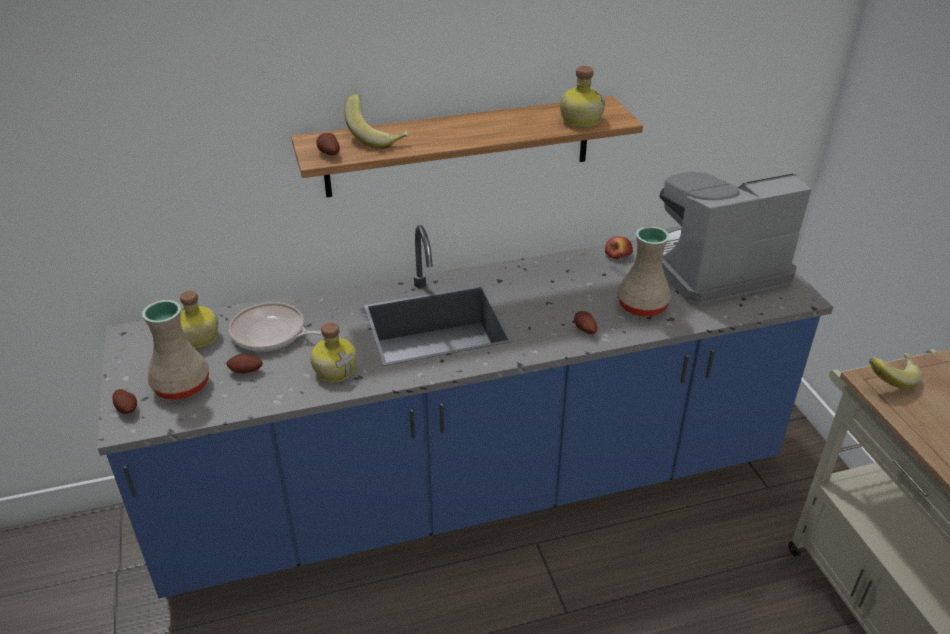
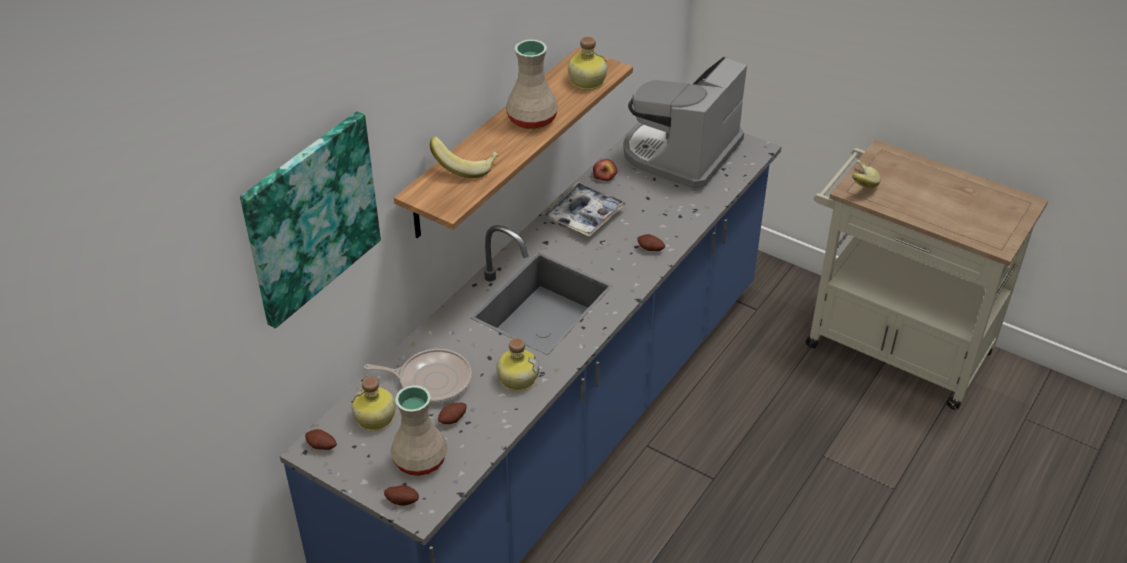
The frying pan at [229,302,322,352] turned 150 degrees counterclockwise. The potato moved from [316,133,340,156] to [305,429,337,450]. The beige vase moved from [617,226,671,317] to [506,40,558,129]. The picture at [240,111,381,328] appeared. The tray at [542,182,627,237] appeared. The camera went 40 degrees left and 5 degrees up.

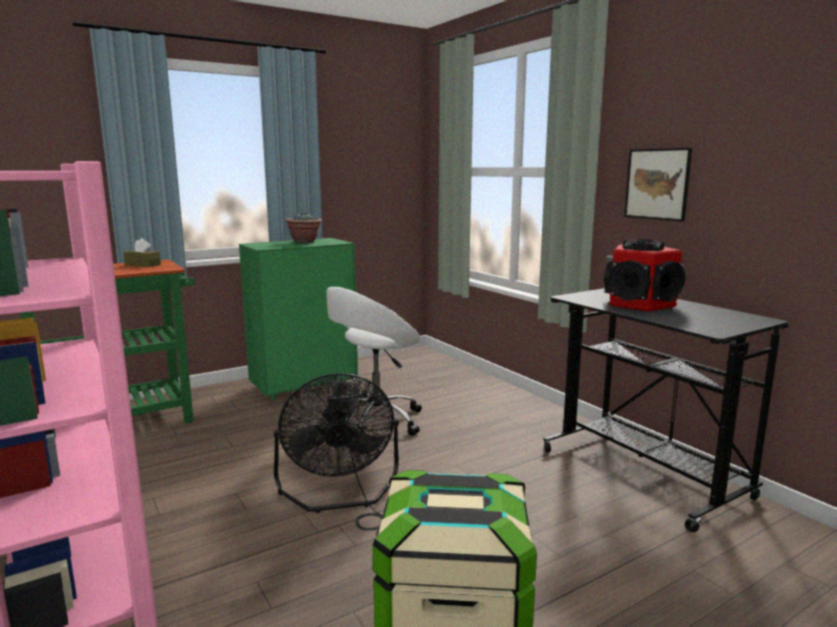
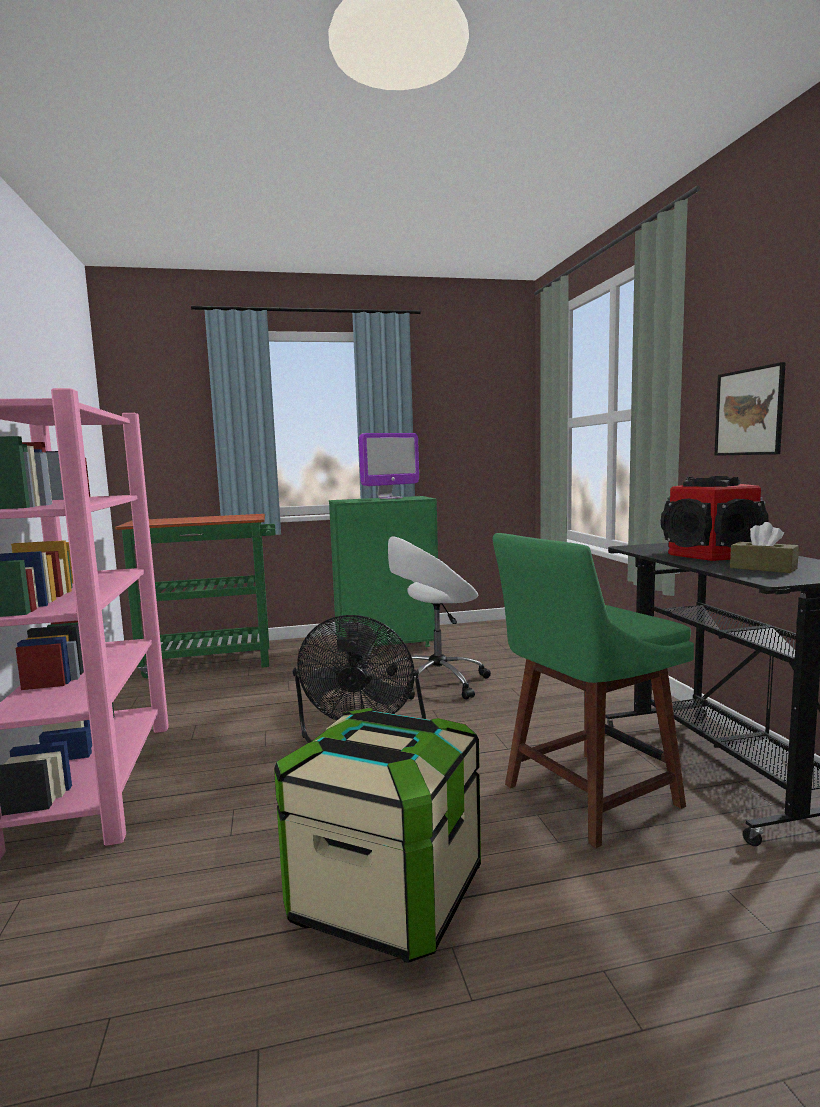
The brown tissue box moved from [123,238,161,267] to [730,522,799,573]. The potted plant at [285,212,322,243] was replaced by the monitor at [359,433,419,499]. The green stool at [493,533,694,848] appeared. The camera went 20 degrees right and 5 degrees down.

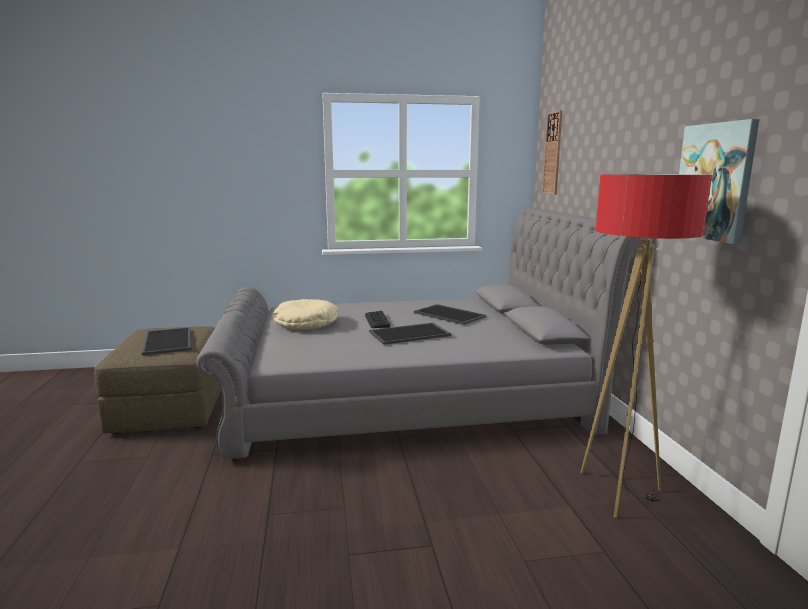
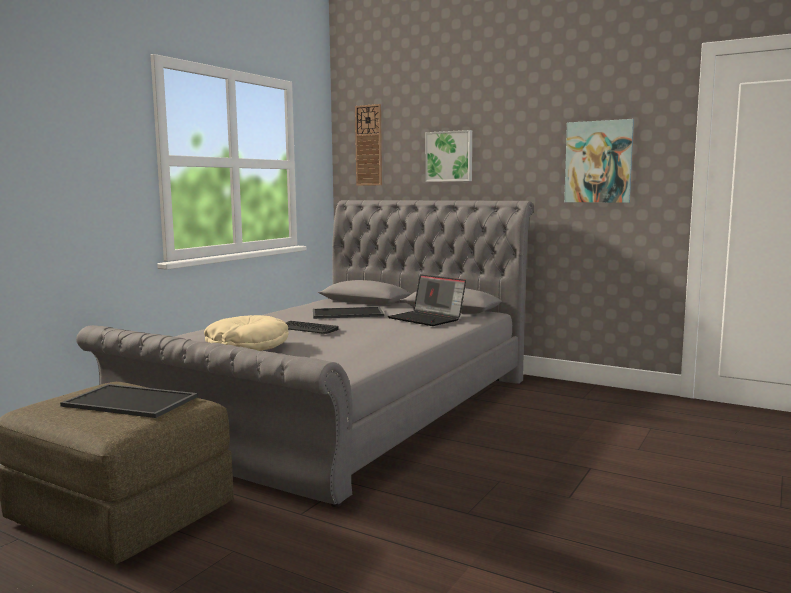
The tray at [369,323,451,345] disappeared. The floor lamp at [581,174,712,518] disappeared. The laptop at [388,274,466,326] appeared. The picture at [425,130,472,182] appeared. The camera went 50 degrees left and 5 degrees down.

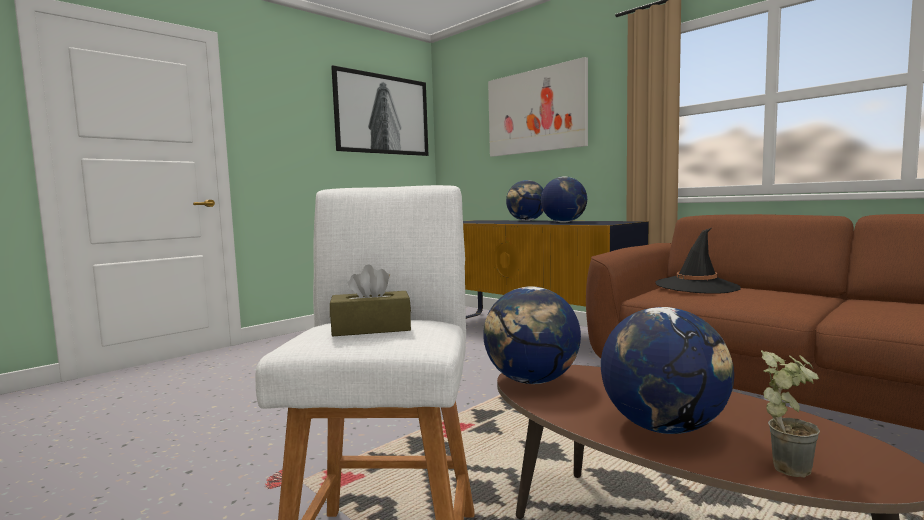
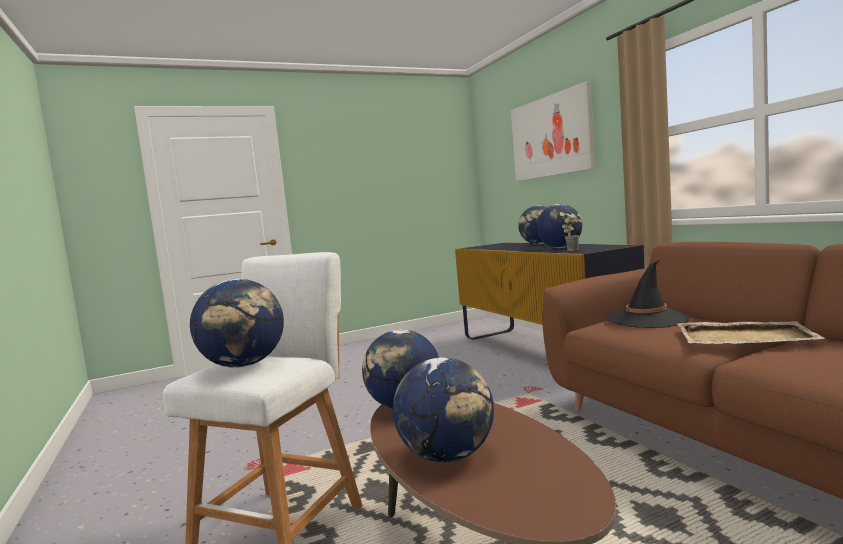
The brown tissue box at [330,264,411,336] was replaced by the globe at [190,279,284,368]. The picture at [331,65,429,156] disappeared. The potted plant moved from [761,350,820,477] to [559,212,582,251]. The beige tray at [678,321,826,344] appeared. The camera went 20 degrees right and 0 degrees up.

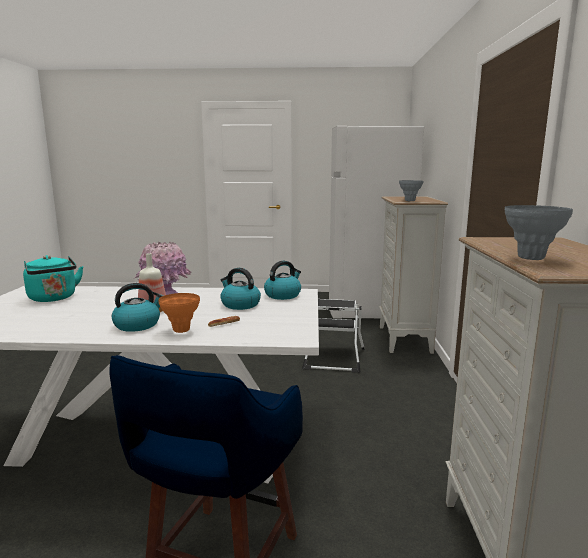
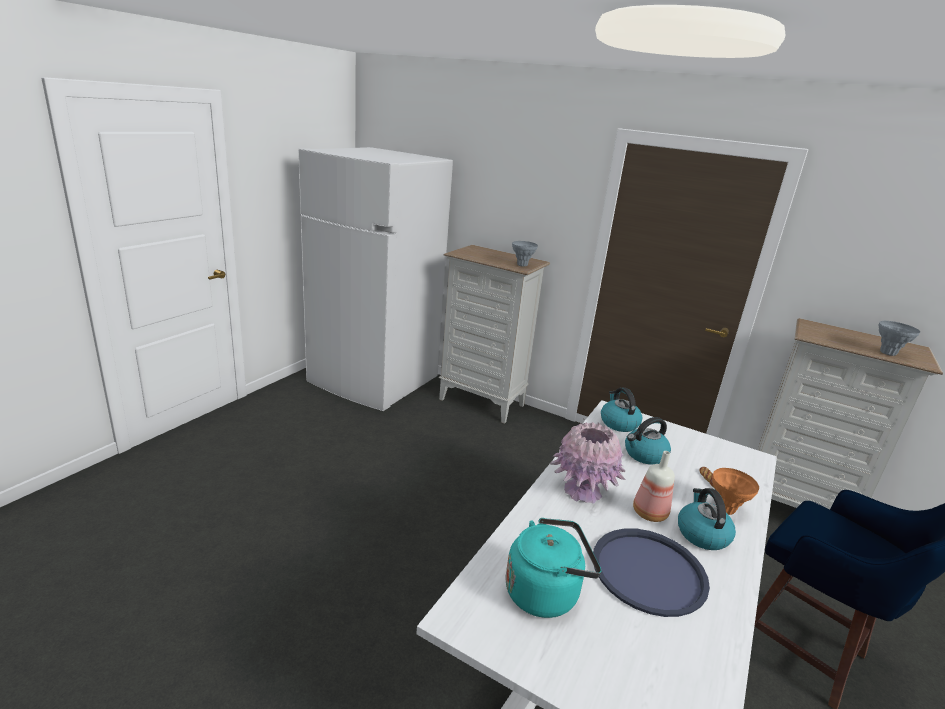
The step ladder at [302,299,365,373] disappeared. The blue tray at [593,528,710,617] appeared. The camera went 65 degrees left and 10 degrees up.

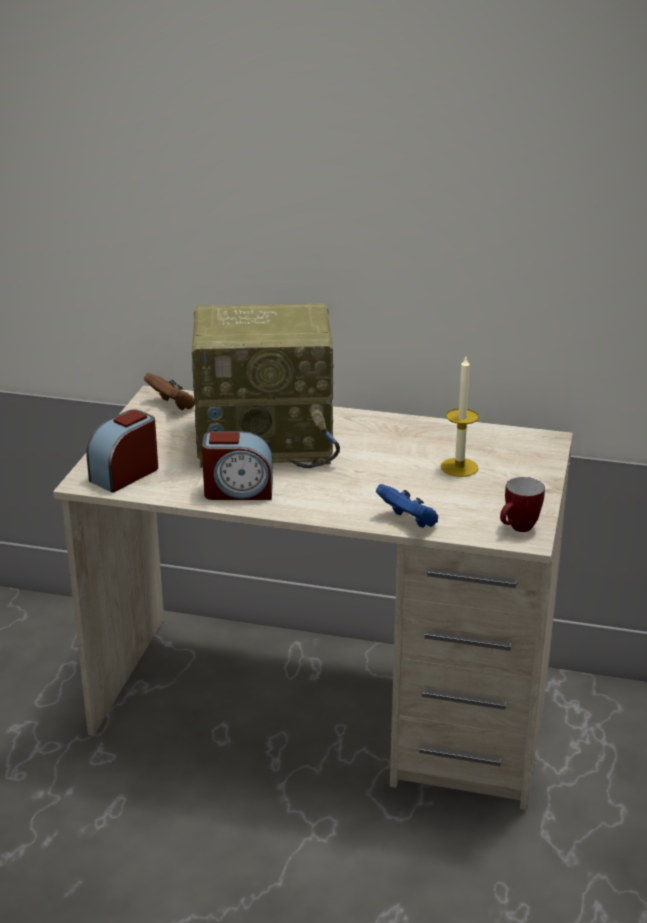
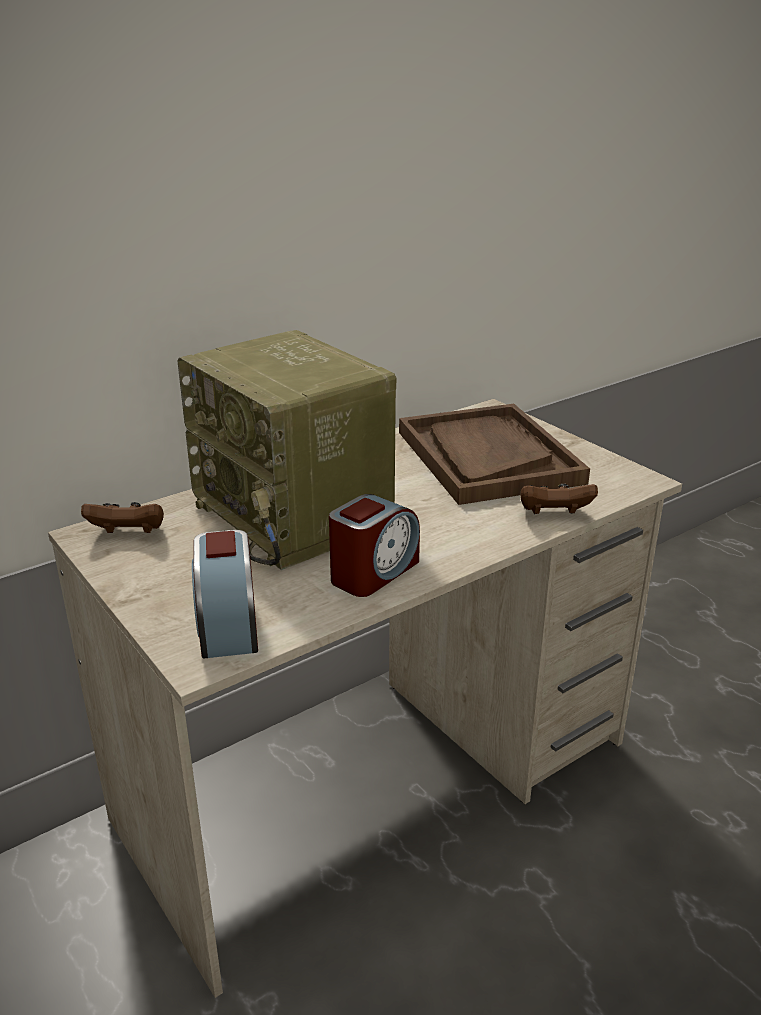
The radio at [192,303,340,468] turned 105 degrees clockwise. The blue game controller at [376,484,438,528] became the brown game controller at [520,484,598,514]. The candle at [441,357,479,477] was replaced by the brown tray at [399,404,590,505]. The mug at [500,477,545,532] disappeared. The camera went 50 degrees left and 0 degrees up.

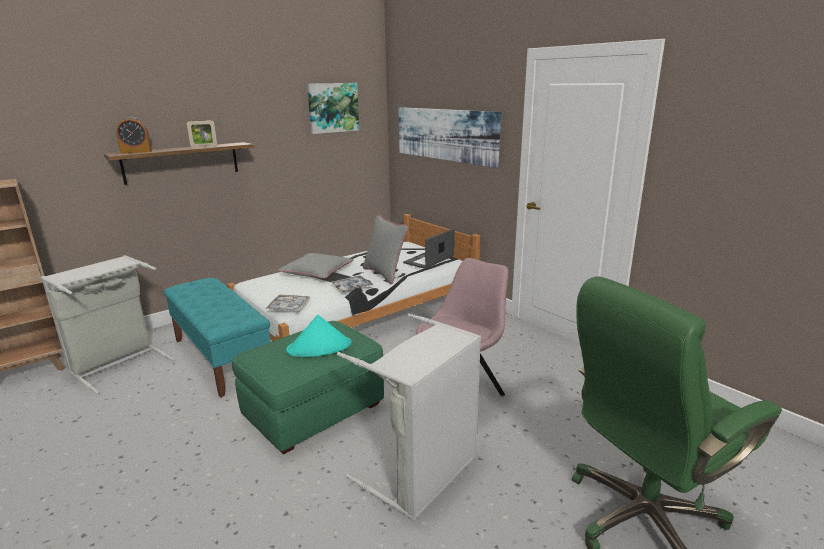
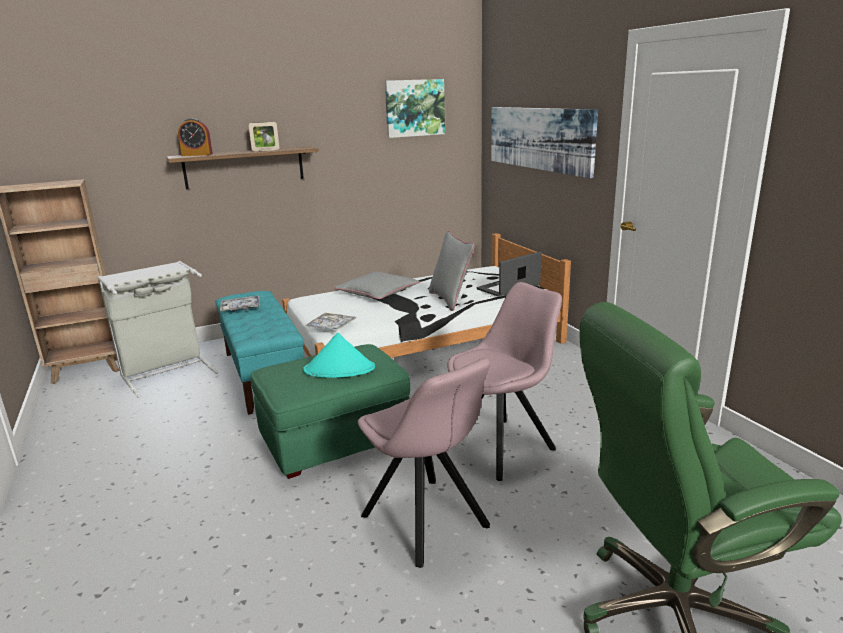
The tray moved from [331,275,373,292] to [220,296,260,312]. The grey laundry basket at [337,313,481,521] was replaced by the pink chair at [357,358,490,568]. The camera went 15 degrees right and 0 degrees up.

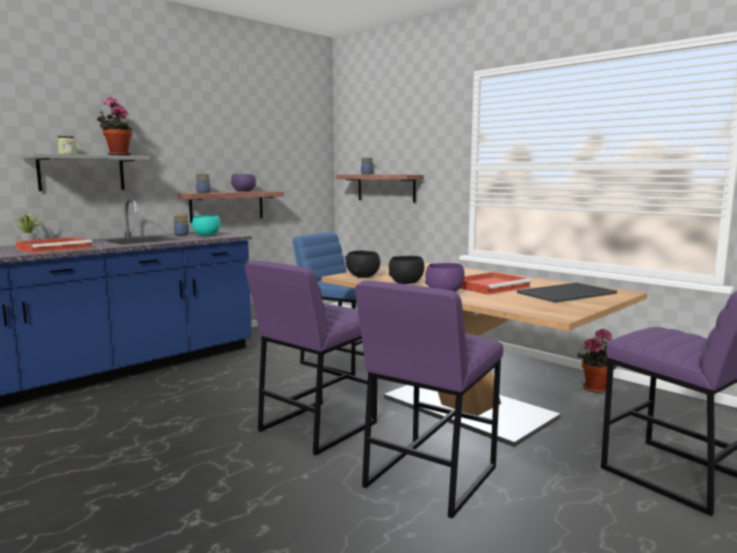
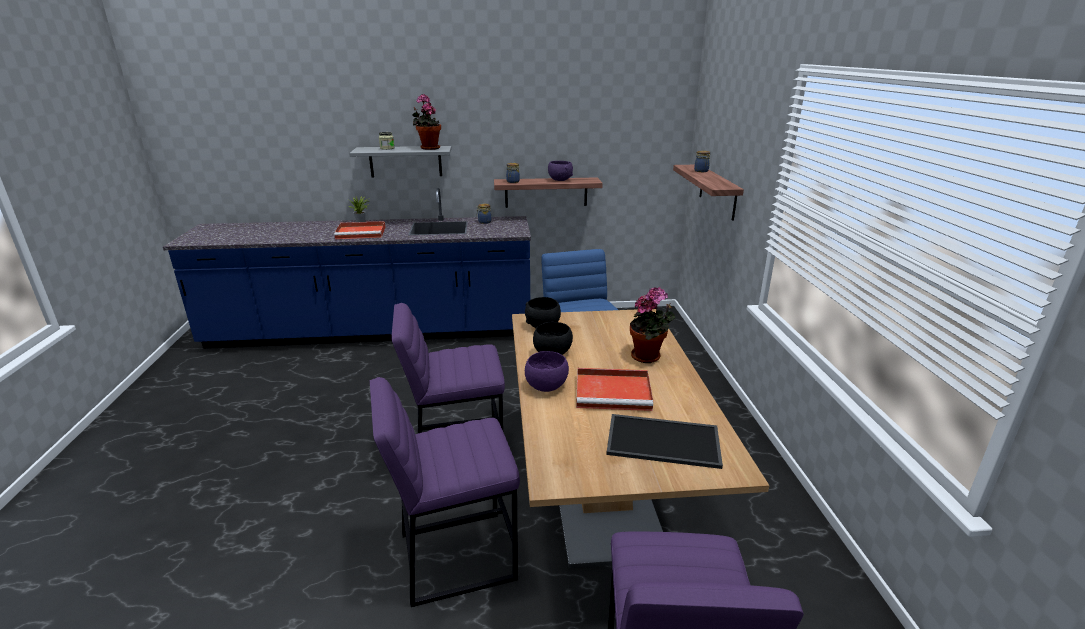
The turquoise bowl at [192,215,220,236] disappeared. The potted plant moved from [577,328,617,393] to [630,287,675,363]. The camera went 40 degrees right and 15 degrees up.

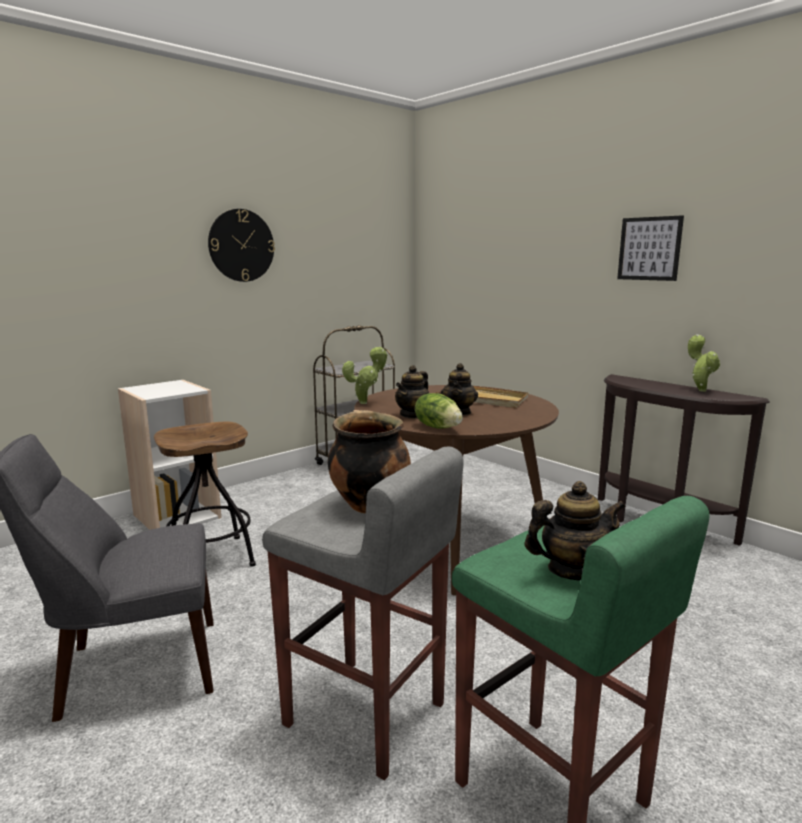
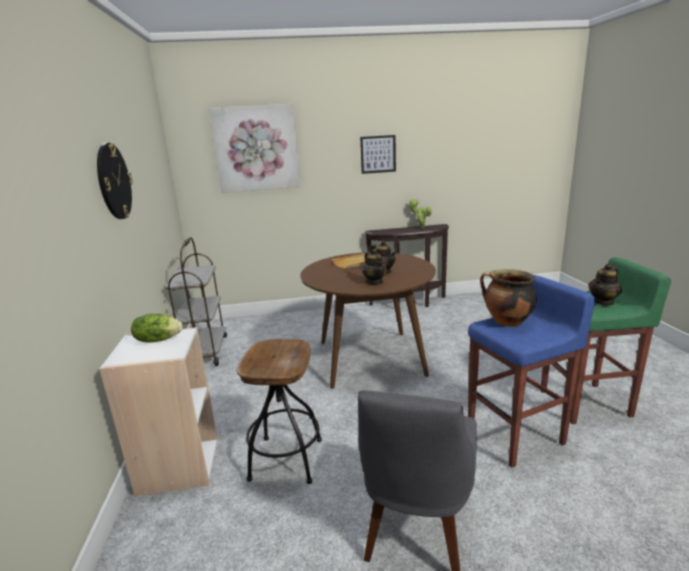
The grey stool at [262,447,464,780] became the blue stool at [468,275,595,468]. The potted plant at [342,346,387,404] disappeared. The lettuce moved from [415,393,463,429] to [131,313,183,343]. The teapot at [524,481,626,581] turned 150 degrees counterclockwise. The picture at [209,104,300,193] appeared. The camera went 55 degrees left and 5 degrees up.

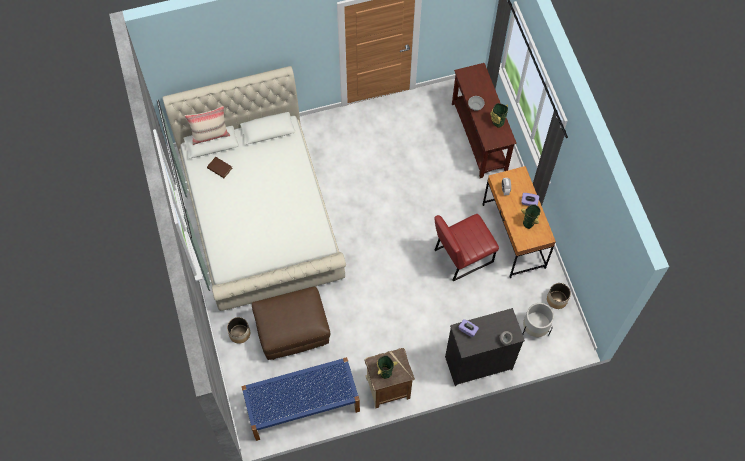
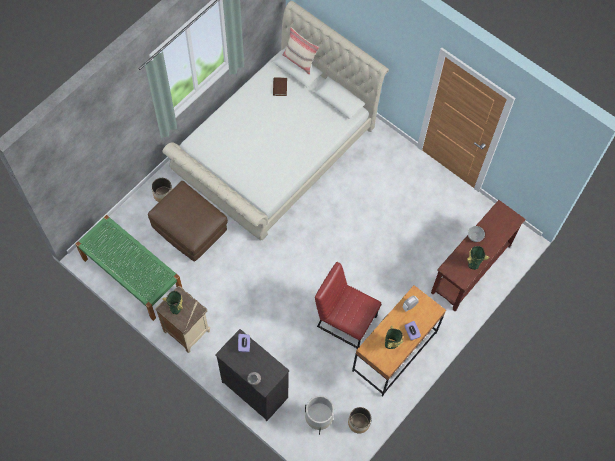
The blue bench at [241,357,360,441] became the green bench at [76,215,182,321]. The camera went 55 degrees right and 0 degrees up.

